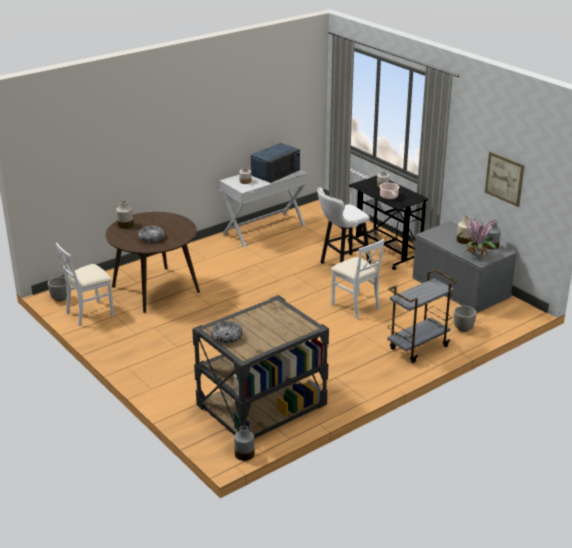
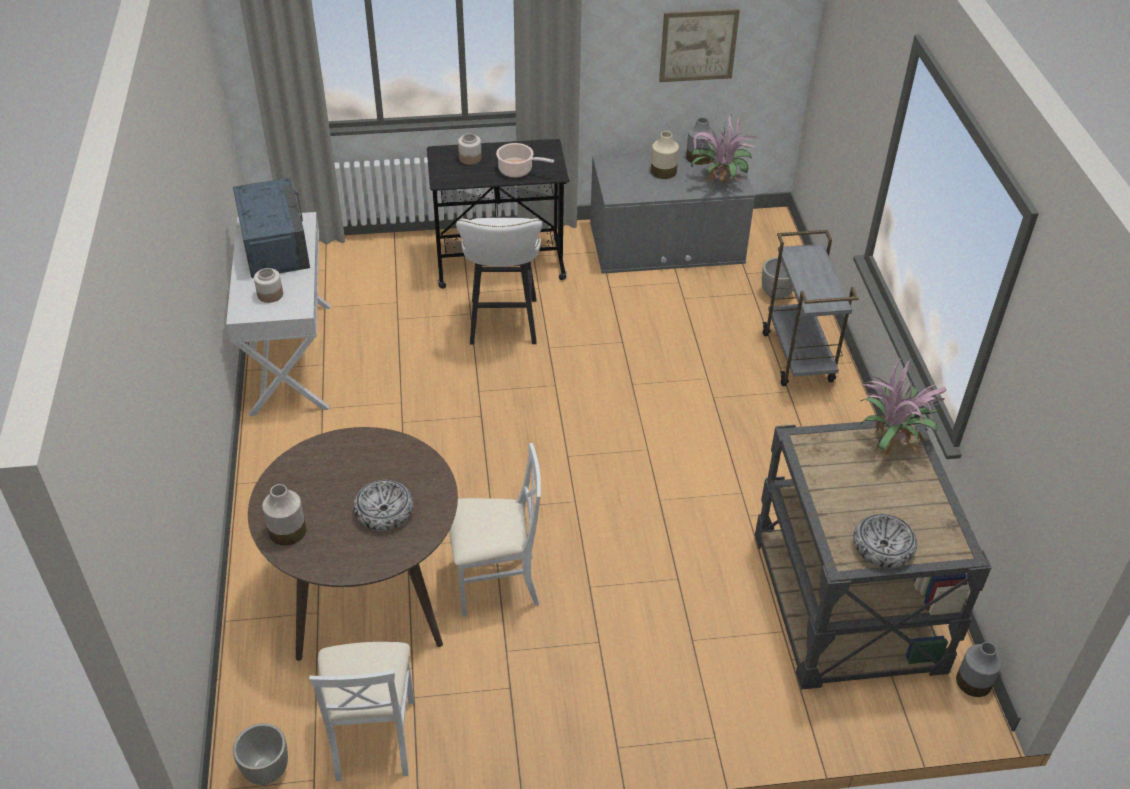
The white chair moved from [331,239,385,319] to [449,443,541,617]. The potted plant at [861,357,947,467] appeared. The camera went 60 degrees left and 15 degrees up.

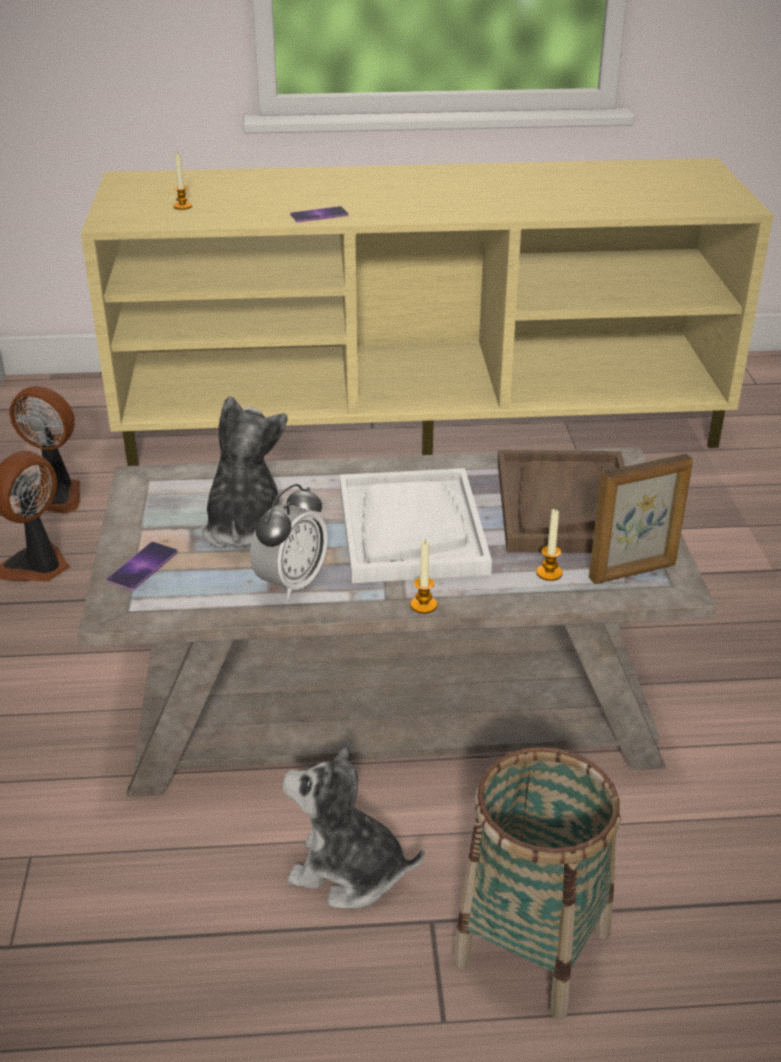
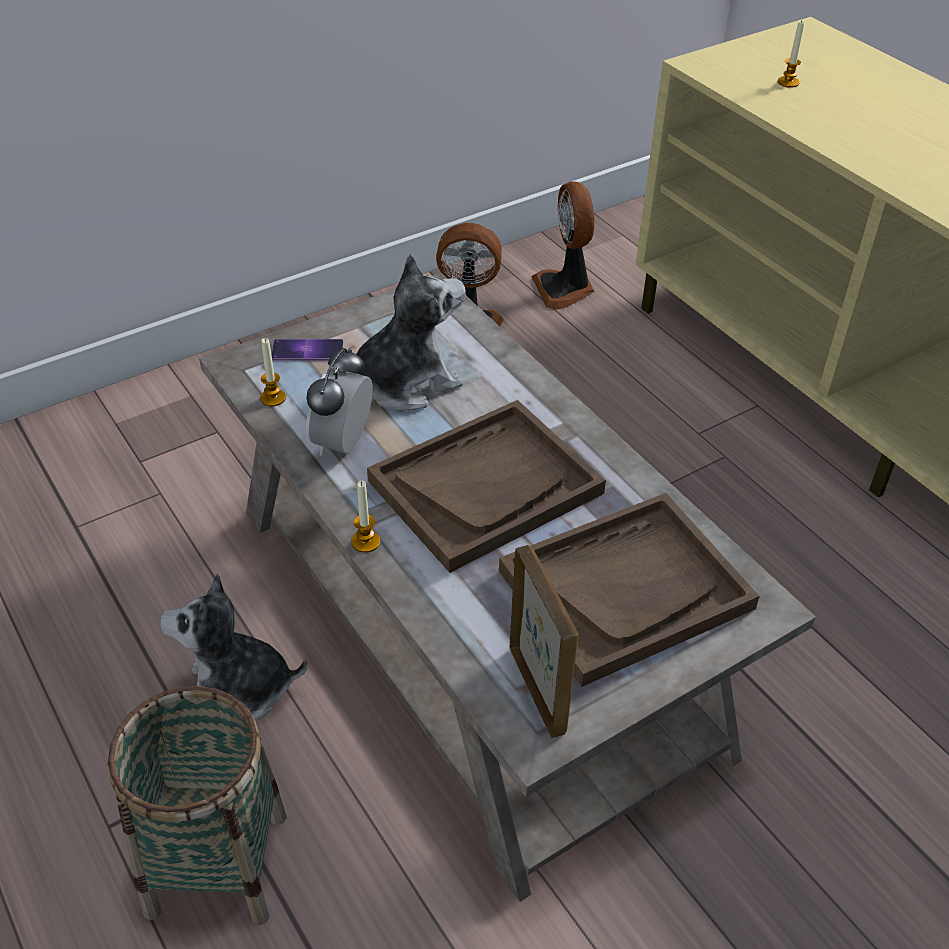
The alarm clock at [250,484,328,599] turned 105 degrees clockwise. The plush toy at [282,741,425,908] turned 75 degrees counterclockwise. The phone at [290,206,349,223] disappeared. The white tray at [340,468,492,583] became the brown tray at [367,400,606,573]. The candle moved from [536,508,563,581] to [260,338,286,406]. The picture frame at [589,454,693,584] turned 150 degrees counterclockwise. The camera went 60 degrees right and 10 degrees up.

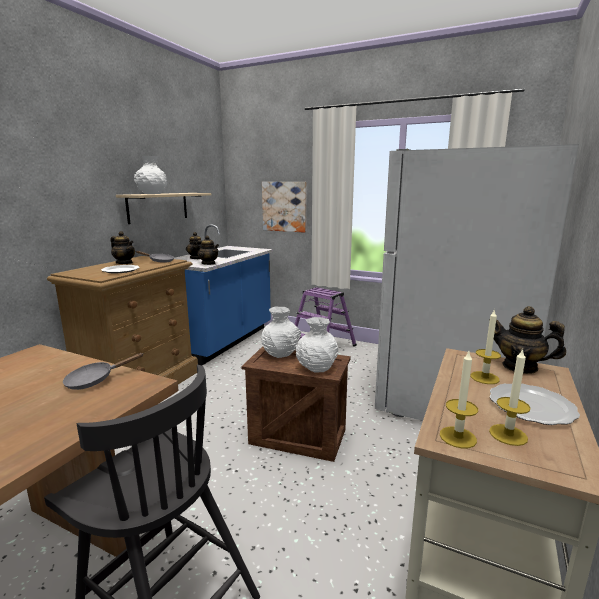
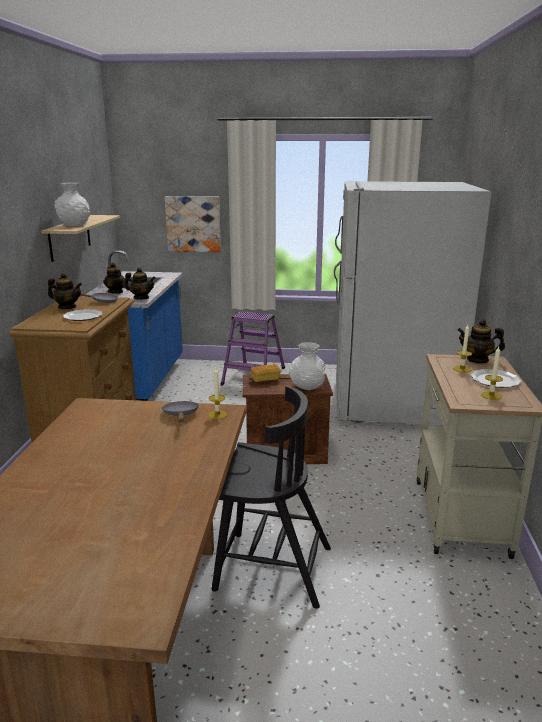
The grey frying pan at [63,353,144,390] turned 135 degrees clockwise. The white vase at [261,307,301,358] was replaced by the bread at [251,364,281,382]. The candle moved from [440,352,478,448] to [208,368,227,419]. The camera went 20 degrees left and 5 degrees up.

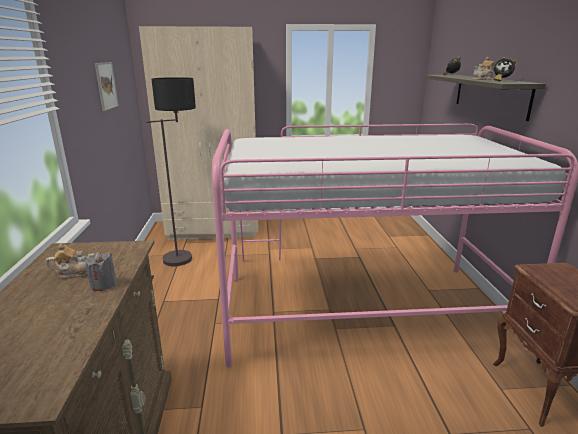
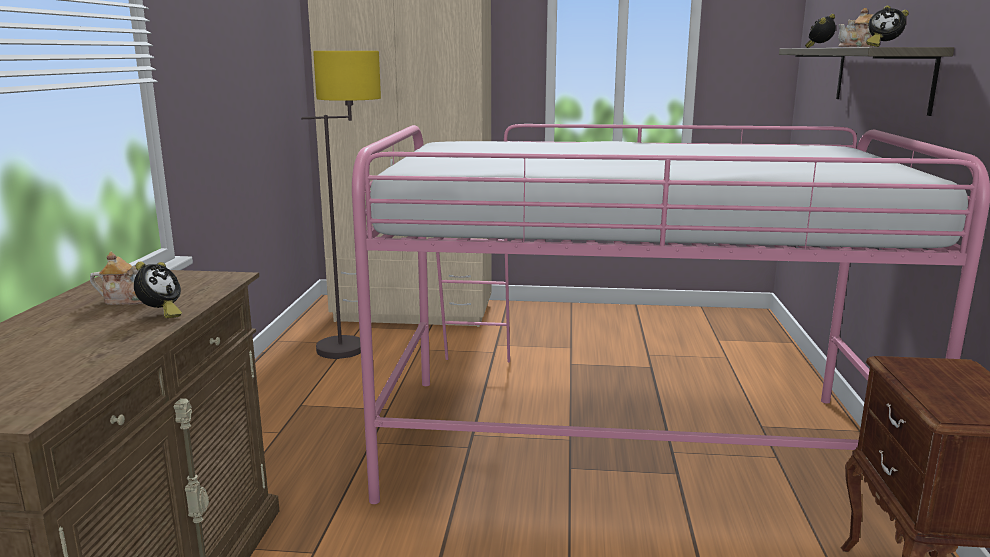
The grey candle at [85,251,117,291] was replaced by the alarm clock at [134,261,182,318]. The picture at [95,62,119,111] disappeared. The black floor lamp at [146,77,196,266] became the yellow floor lamp at [301,51,381,359]. The camera went 10 degrees right and 5 degrees down.

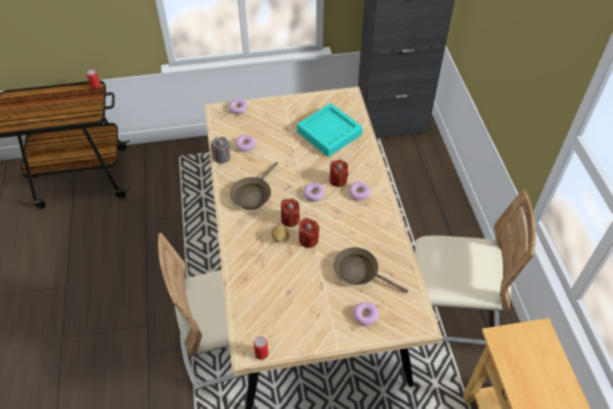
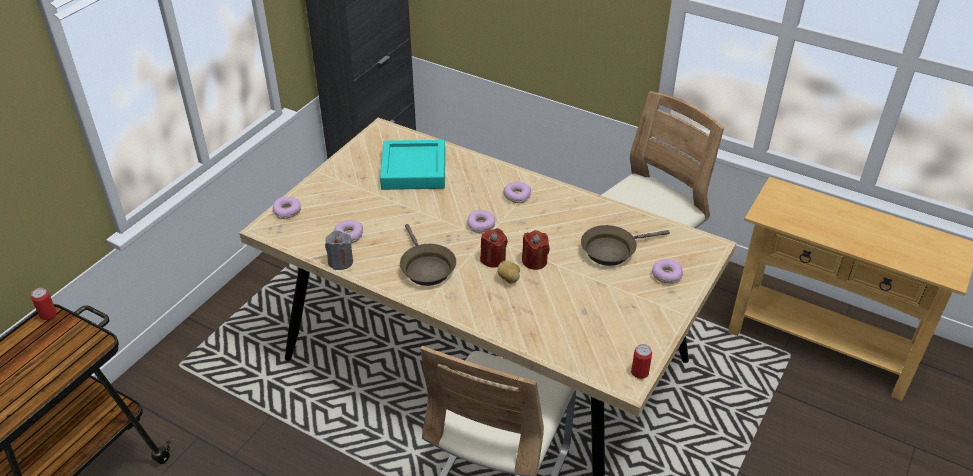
The red candle at [329,159,348,187] disappeared. The camera went 50 degrees left and 10 degrees down.

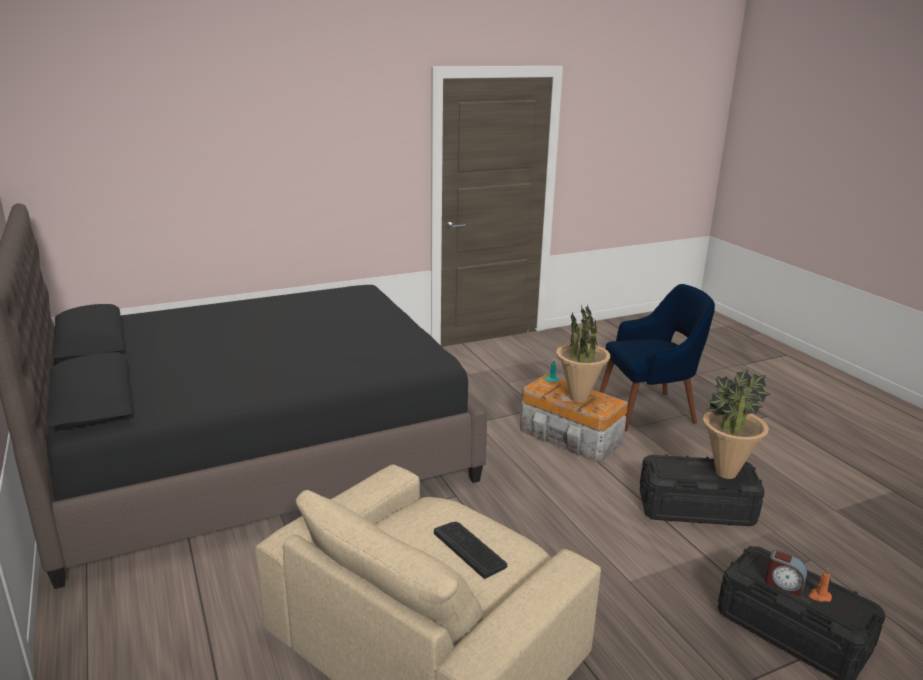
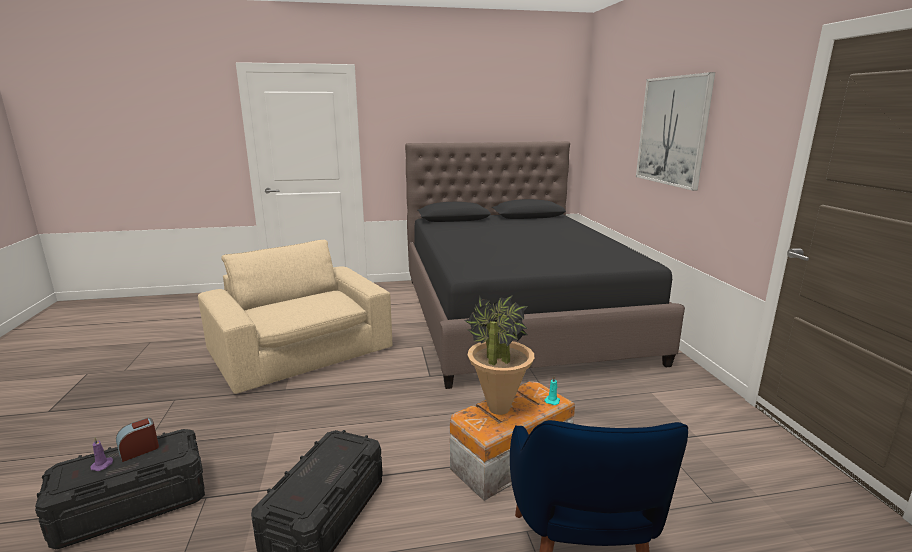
The keyboard at [434,522,507,579] disappeared. The potted plant at [703,368,771,479] disappeared. The orange candle at [809,568,832,602] became the purple candle at [90,437,113,471]. The picture at [636,72,715,191] appeared. The camera went 105 degrees right and 5 degrees down.

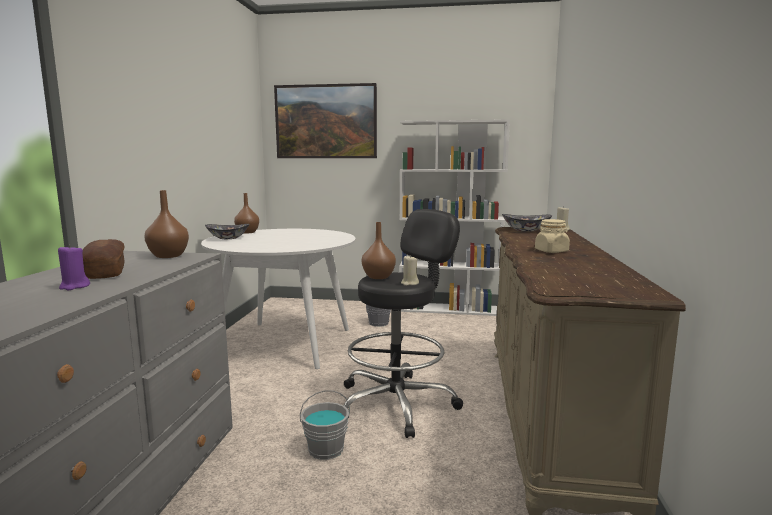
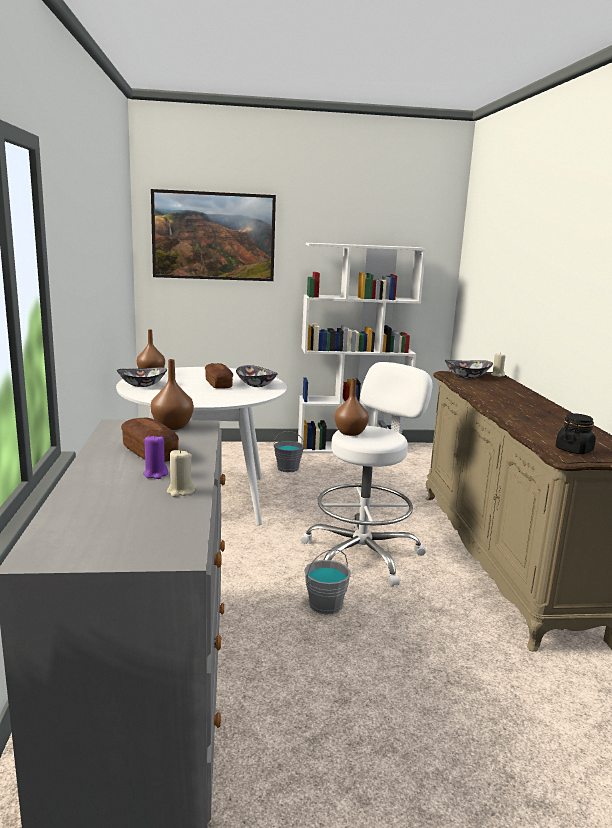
The black stool at [344,209,463,438] became the white stool at [300,362,433,587]. The beige candle moved from [401,255,419,286] to [167,449,195,497]. The beige jar at [535,219,570,253] disappeared. The bread at [205,363,233,389] appeared. The bowl at [236,365,278,387] appeared. The black jar at [556,413,596,454] appeared. The camera went 15 degrees left and 5 degrees up.

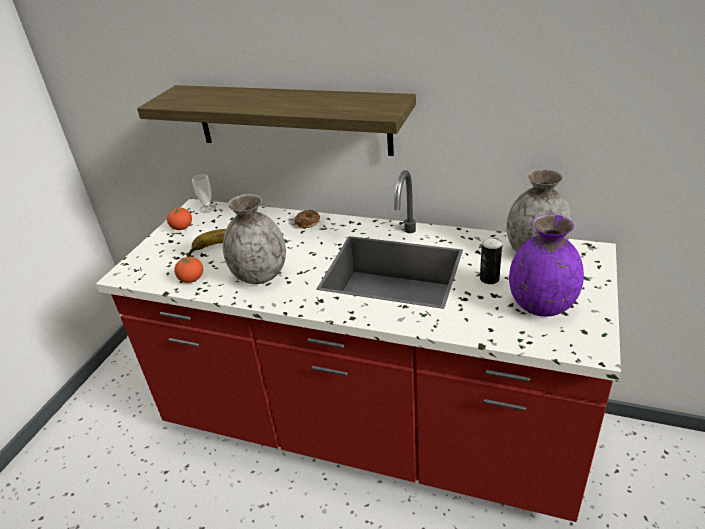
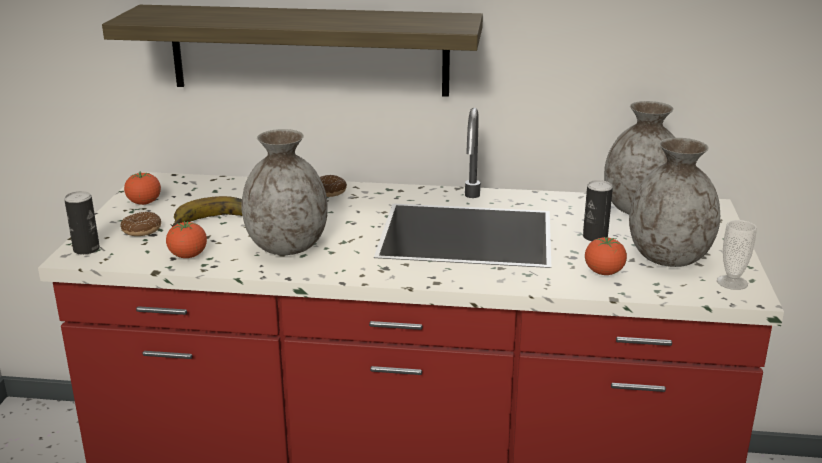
The cup moved from [192,174,216,213] to [717,220,757,290]. The purple vase at [509,214,584,317] became the grey vase at [629,138,720,267]. The can at [64,191,100,255] appeared. The donut at [120,212,161,236] appeared. The tomato at [585,236,627,275] appeared. The camera went 15 degrees left and 10 degrees down.

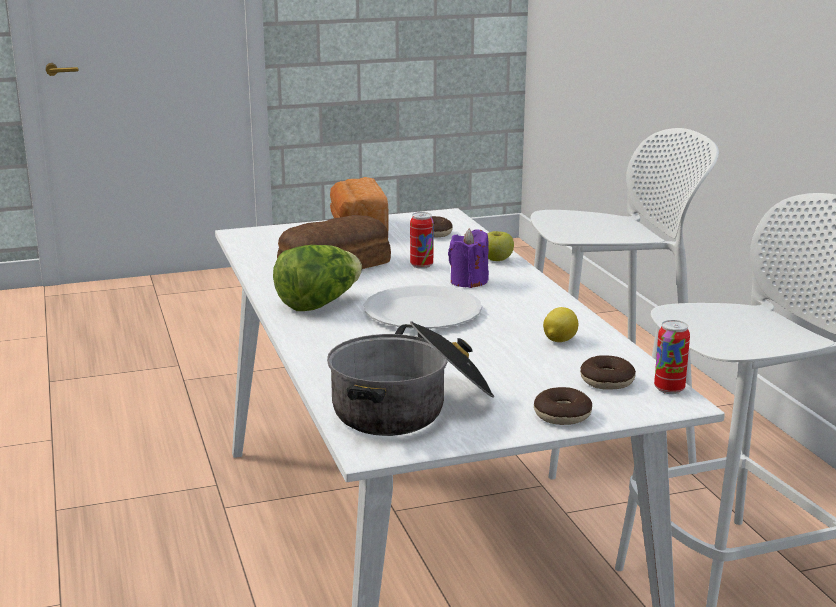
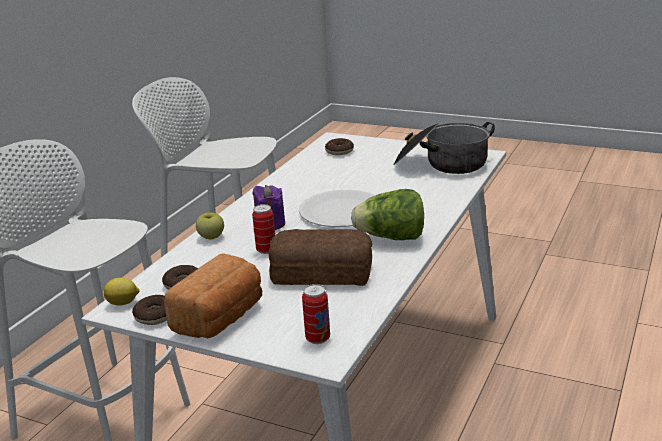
The donut moved from [534,387,592,425] to [132,295,167,325]. The lemon moved from [543,307,578,342] to [104,278,140,305]. The can moved from [654,320,690,394] to [302,284,330,344]. The camera went 135 degrees left and 5 degrees up.

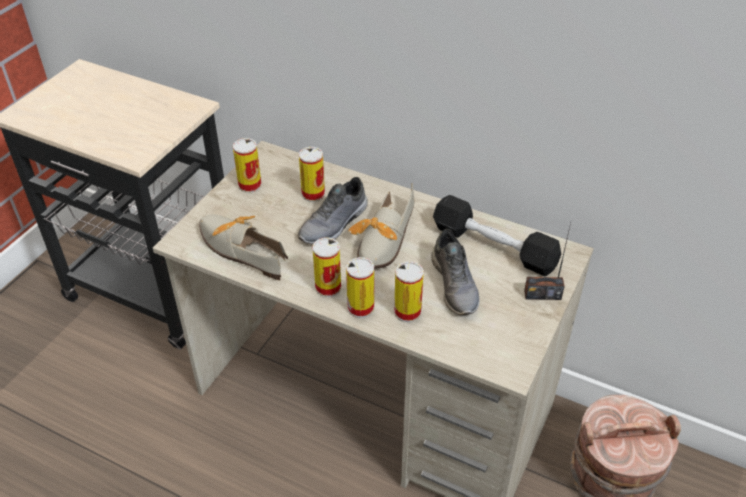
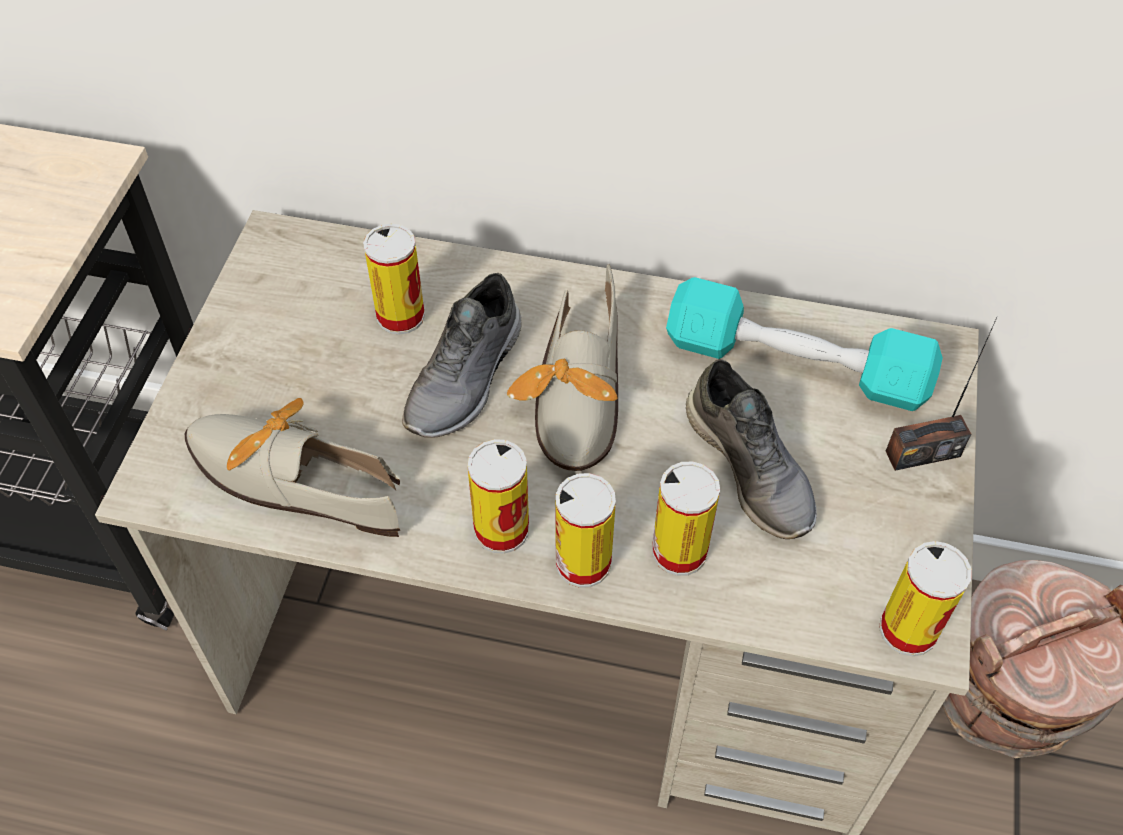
The can moved from [233,138,262,193] to [879,541,972,656]. The black dumbbell at [433,195,561,276] became the turquoise dumbbell at [666,277,943,411]. The camera went 15 degrees left and 10 degrees up.

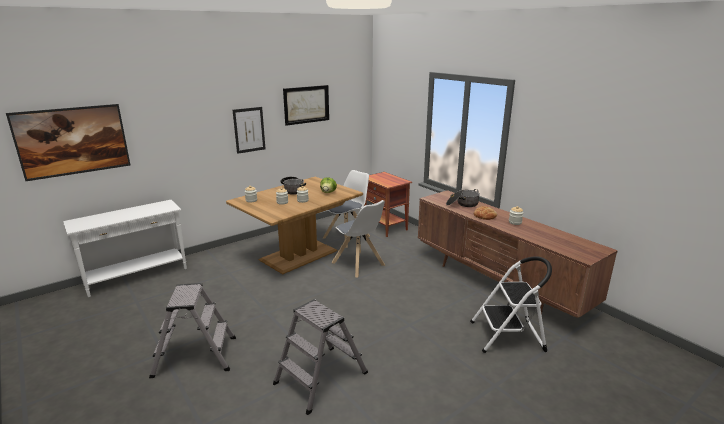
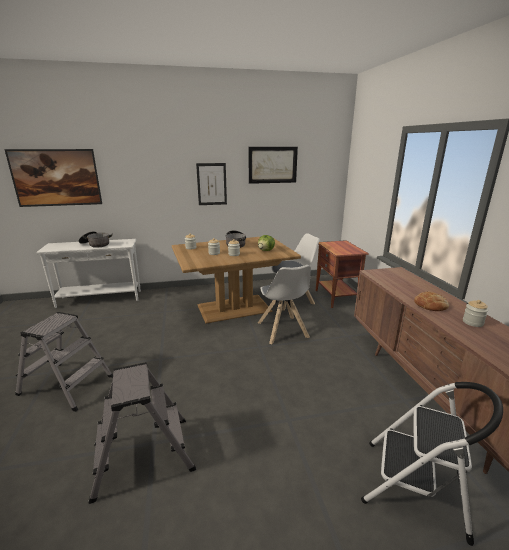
The cooking pot moved from [446,189,480,207] to [79,231,113,248]. The camera went 25 degrees right and 0 degrees up.

